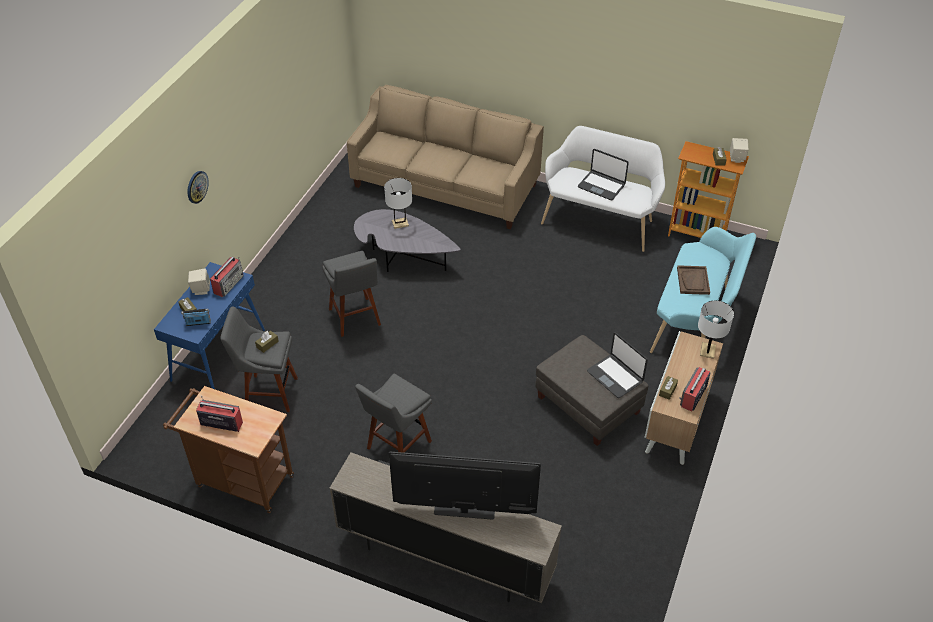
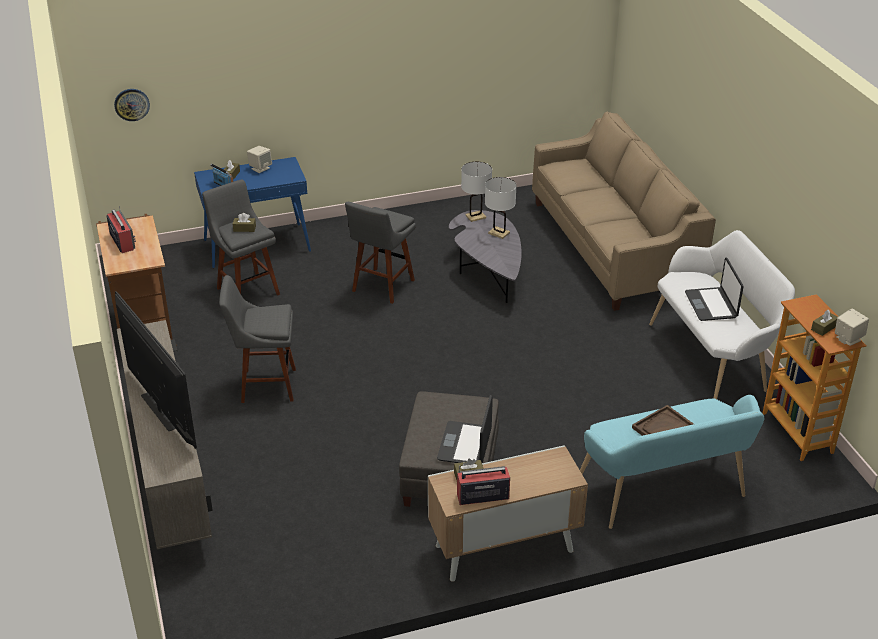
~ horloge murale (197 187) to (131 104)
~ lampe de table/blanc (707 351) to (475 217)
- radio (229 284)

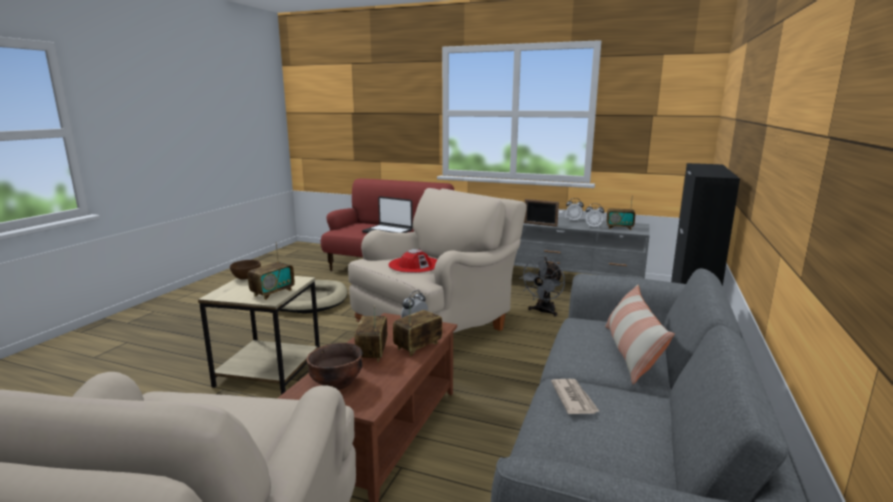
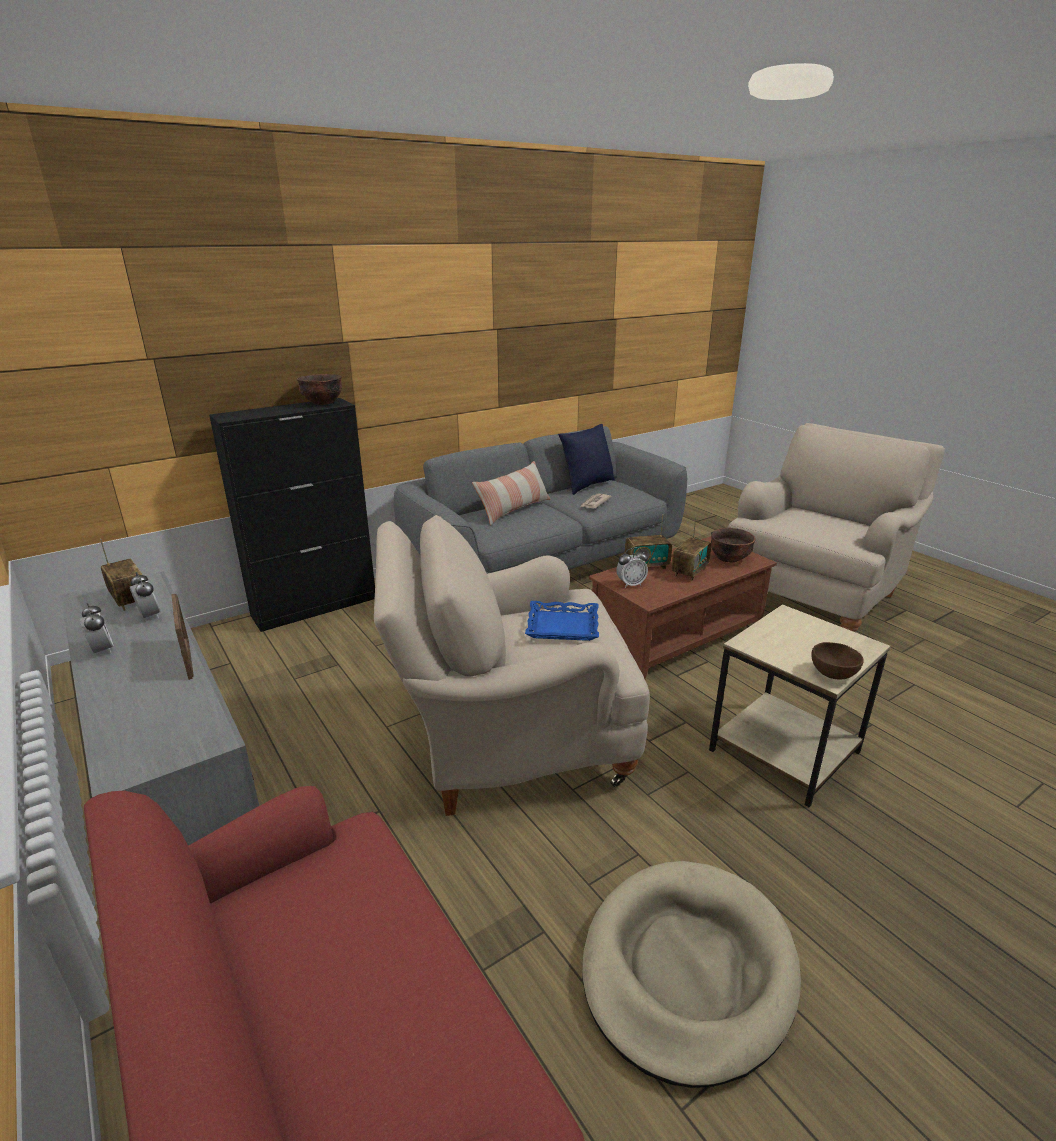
+ bol/marron (322 403)
~ chapeau/rouge (415 265) to plateau/bleu (562 626)
+ coussin/bleu (586 485)
- radio (273 293)
- ordinateur portable (387 231)
- ventilateur/gris (543 312)

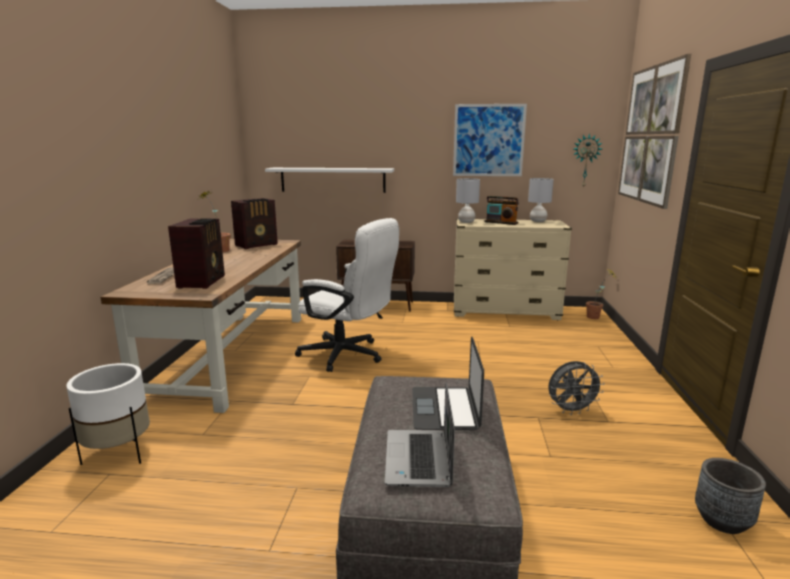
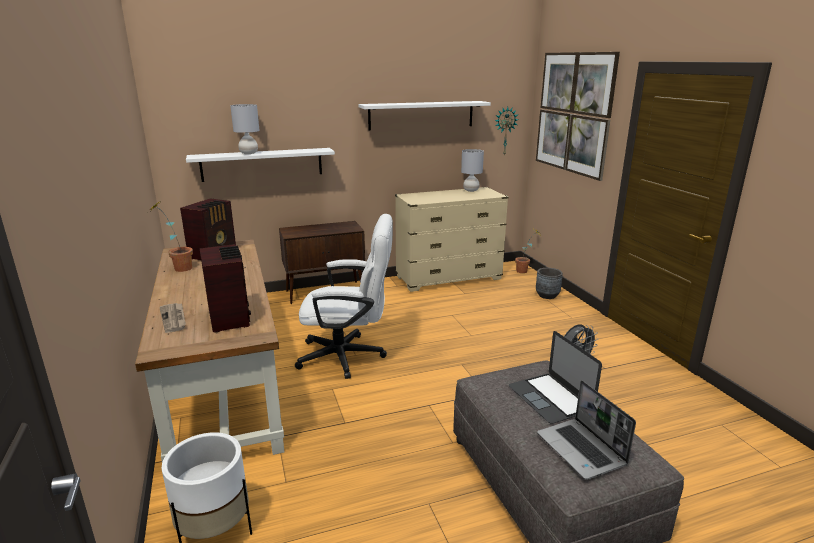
~ lampe de table/gris (466 222) to (249 153)
~ tableau (488 140) to étagère/blanc (421 115)
~ cache-pot/gris (722 521) to (547 295)
- radio (501 222)

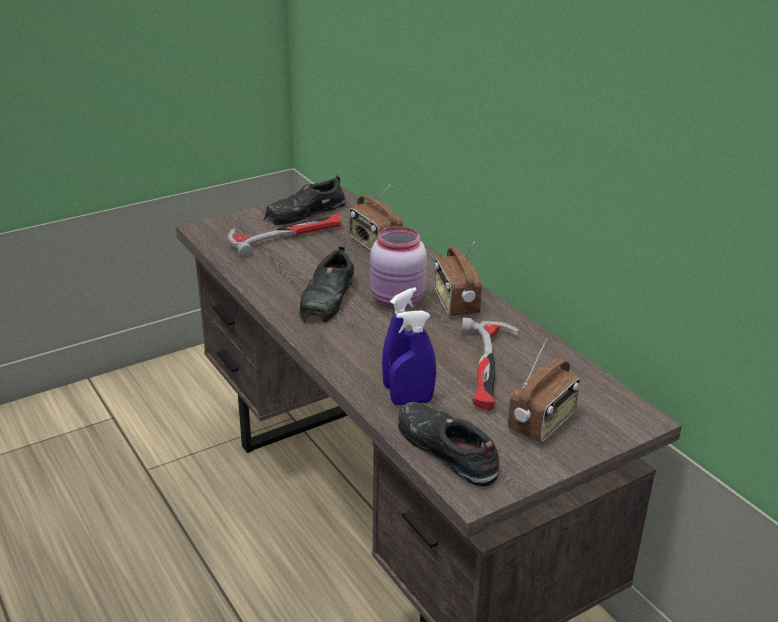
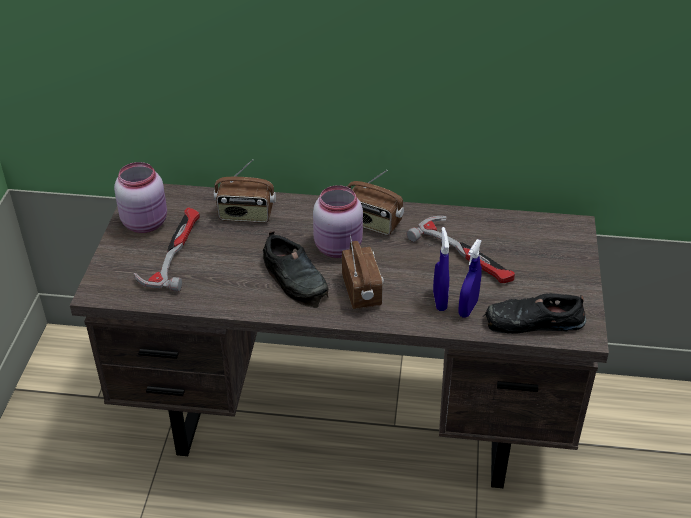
~ chaussure/noir (304 212) to bocal/rose (146 223)
~ radio (542 423) to (362 292)

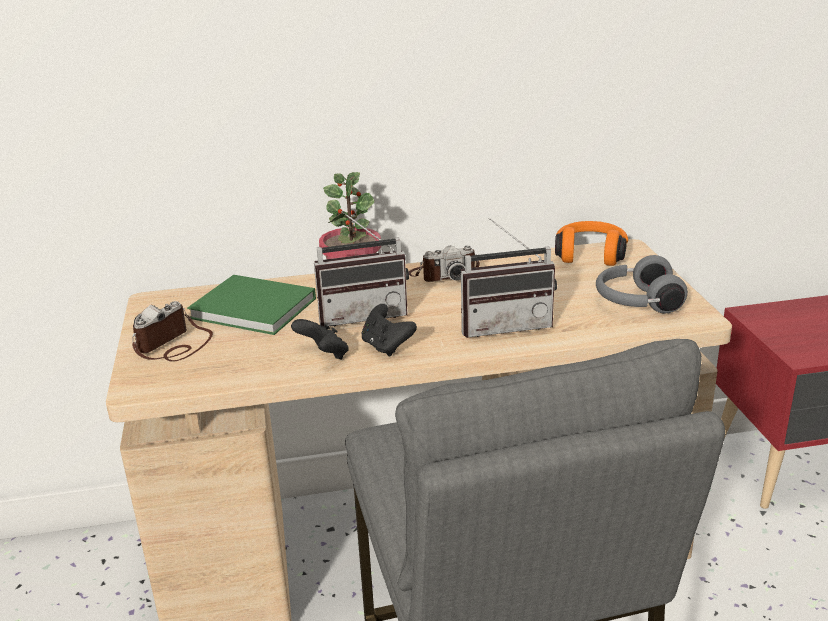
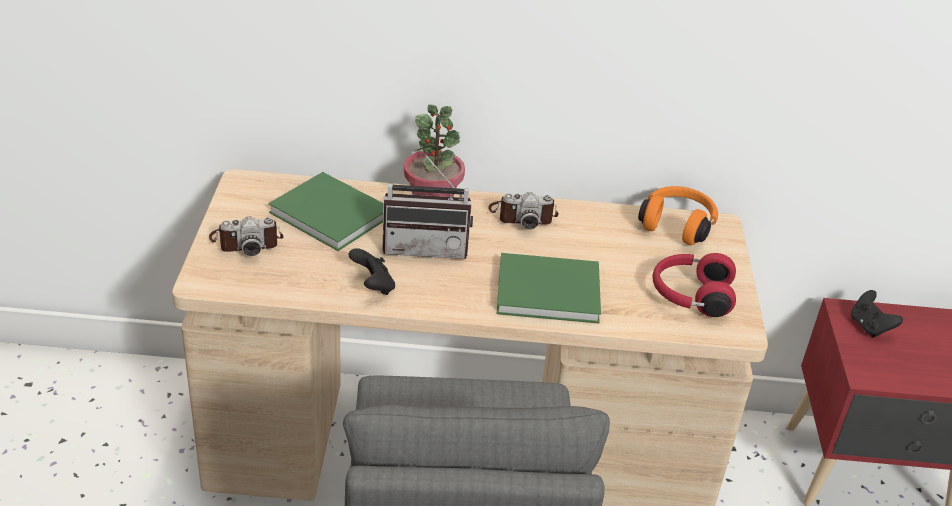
~ appareil photo (173 345) = (246 241) 150 degrees counterclockwise
~ radio (505 325) to livre/vert (551 292)
~ casque audio/gris (636 302) to casque audio/rouge (690 296)
~ manette/noir (386 347) to (869 326)

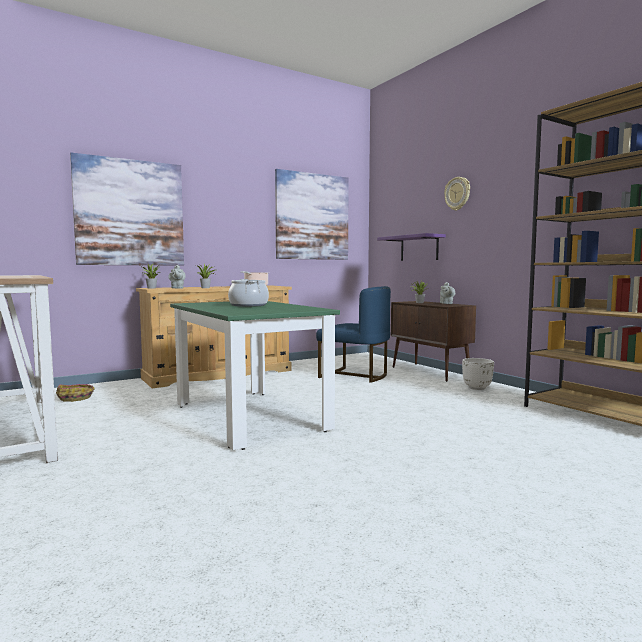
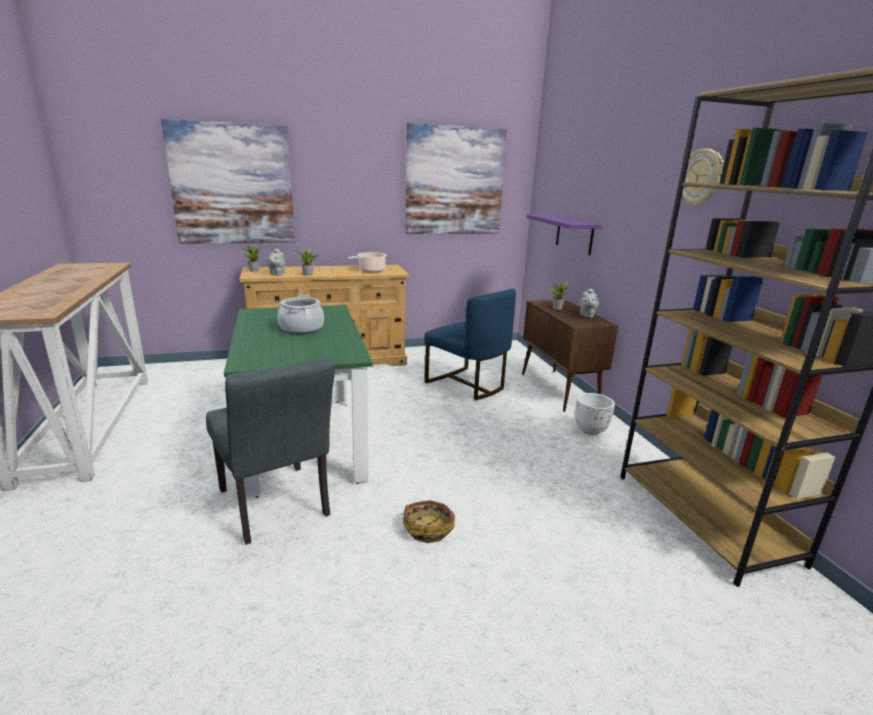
+ chaise/gris (277 508)
~ panier (76 397) to (429 528)
~ horloge murale (457 193) to (701 177)

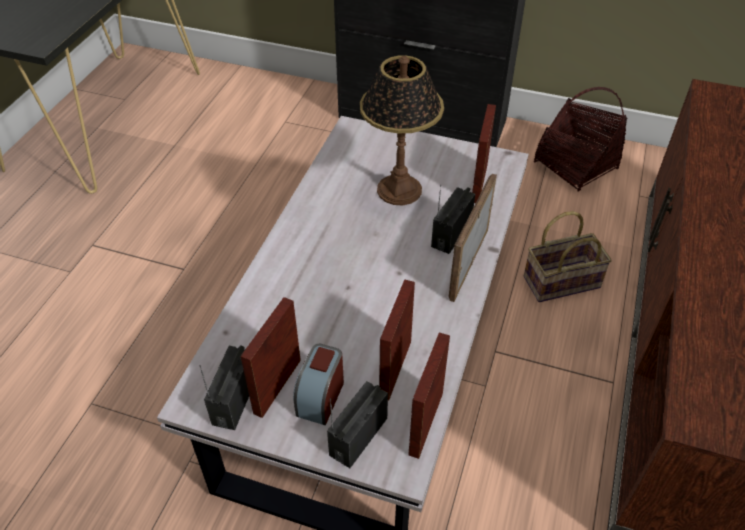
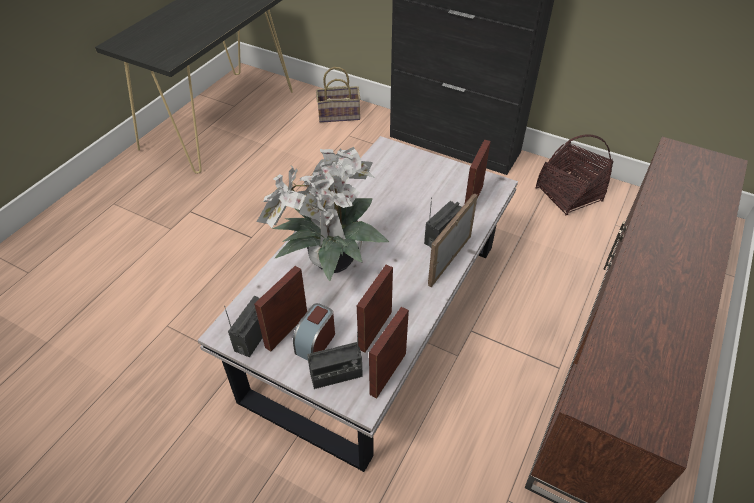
+ plante en pot (329 263)
~ radio (358 436) = (336 375) 150 degrees counterclockwise
~ panier (562 280) to (340 114)
- lampe de table (398 190)

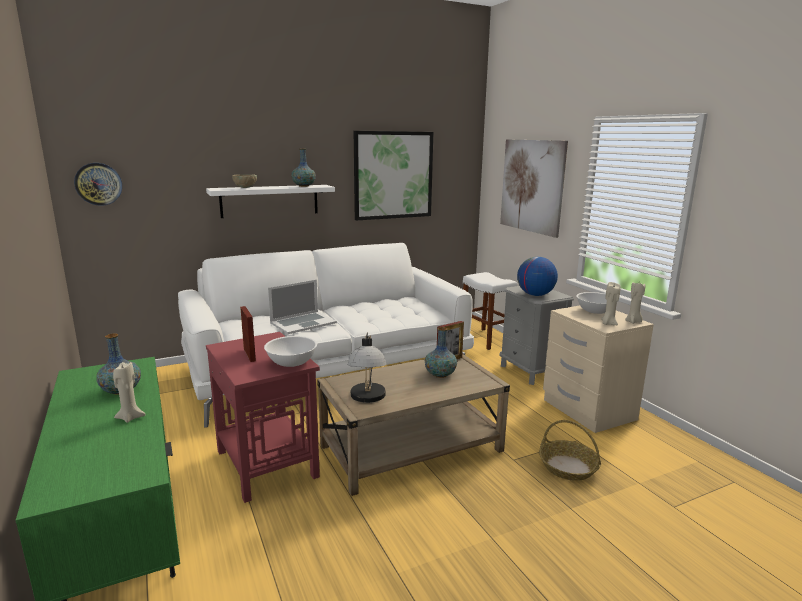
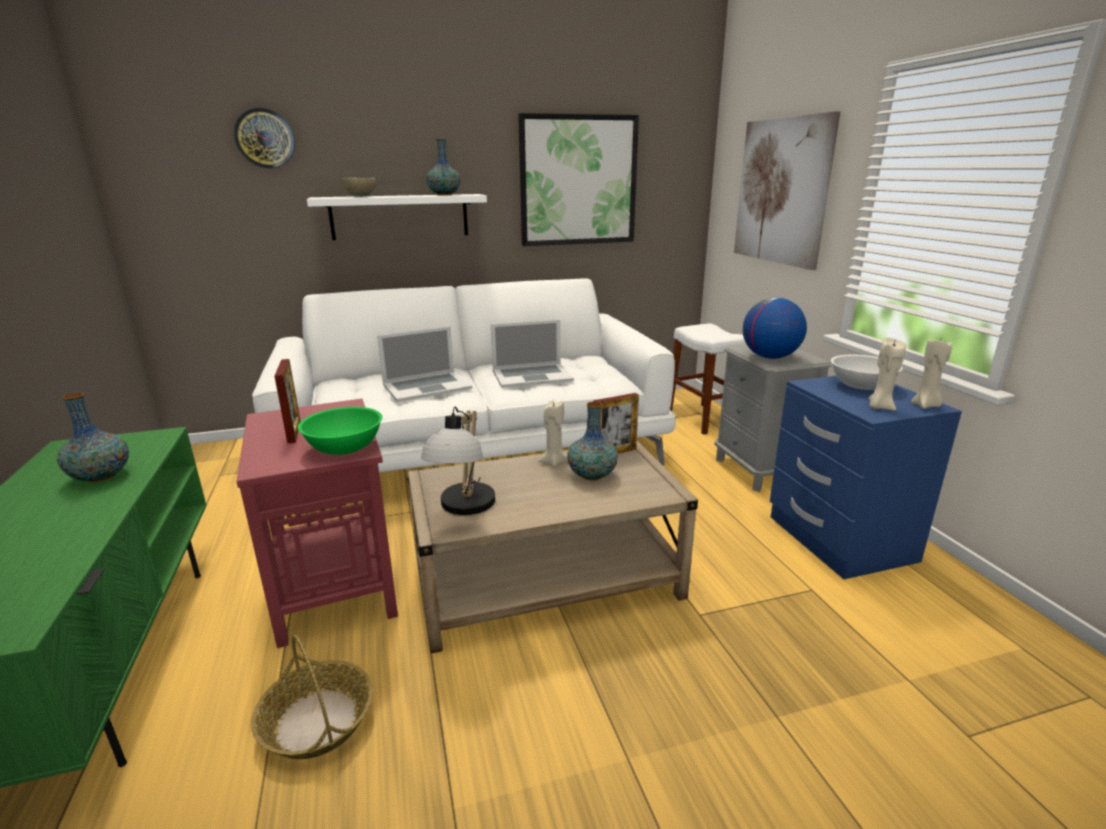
~ horloge murale (98 184) to (265 138)
~ panier (568 467) to (318 721)
~ bol/blanc (291 362) to bol/vert (344 447)
+ ordinateur portable (532 375)
~ bougie/beige (130 417) to (554 462)
~ table de chevet/beige (587 410) to table de chevet/bleu (838 539)

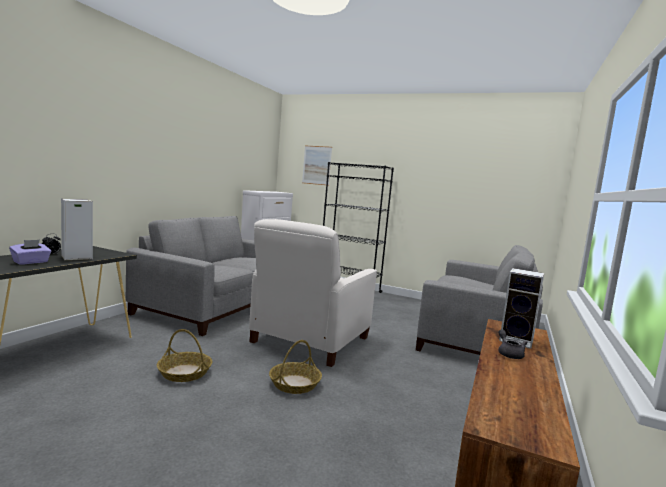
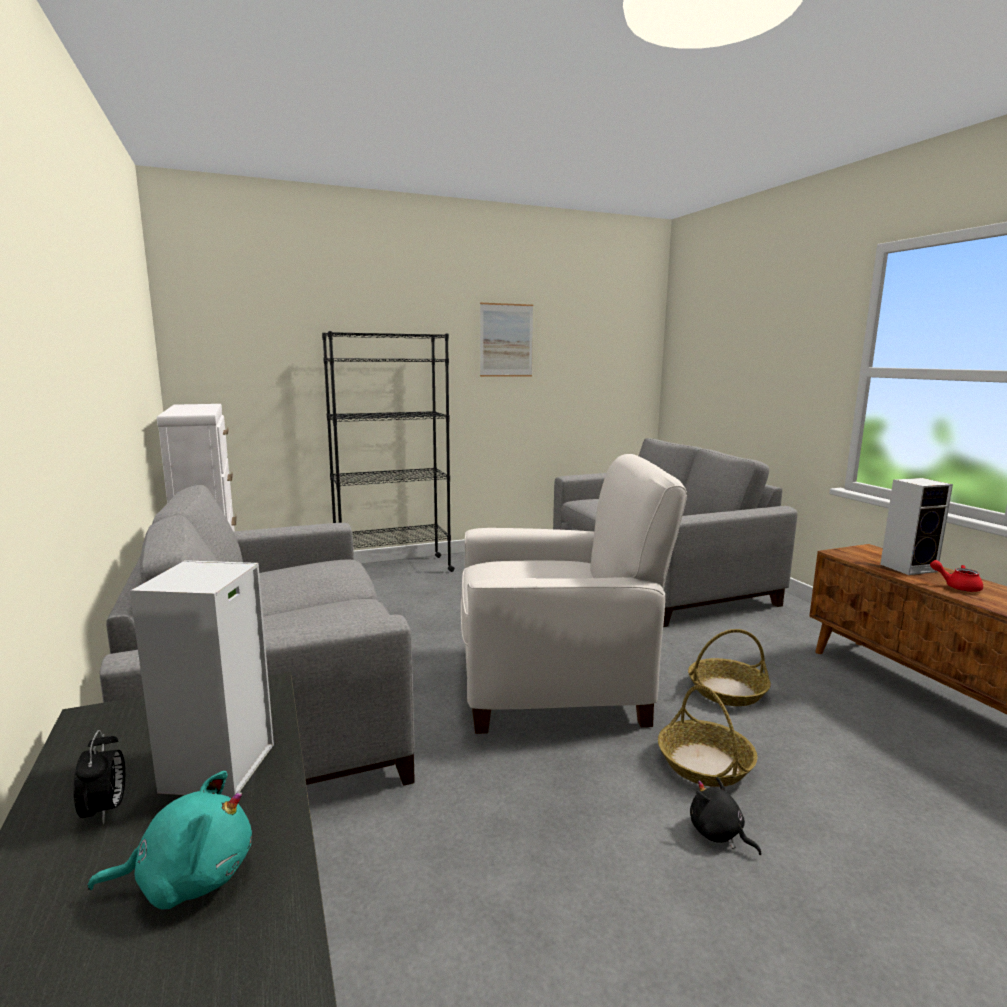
~ boîte à mouchoirs/violet (31 262) to peluche/turquoise (189 878)
~ fauteuil/blanc (310 340) = (554 683) 75 degrees counterclockwise
~ tableau (316 165) to (506 340)
~ panier (185 373) to (727 691)
+ peluche/noir (718 834)
~ théière/gris (509 353) to théière/rouge (957 587)

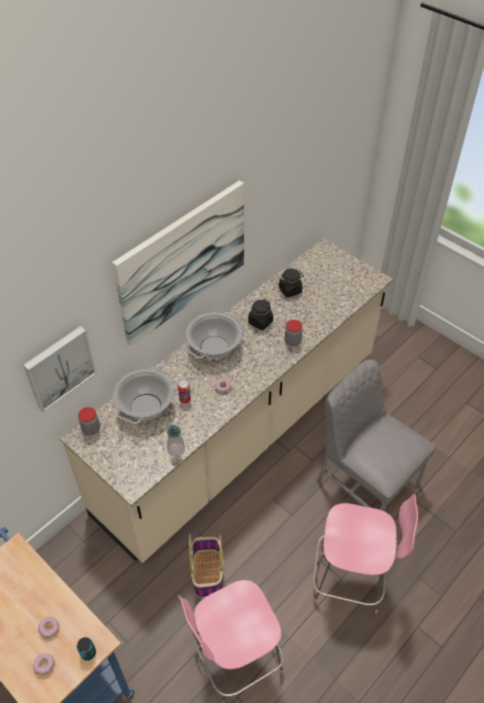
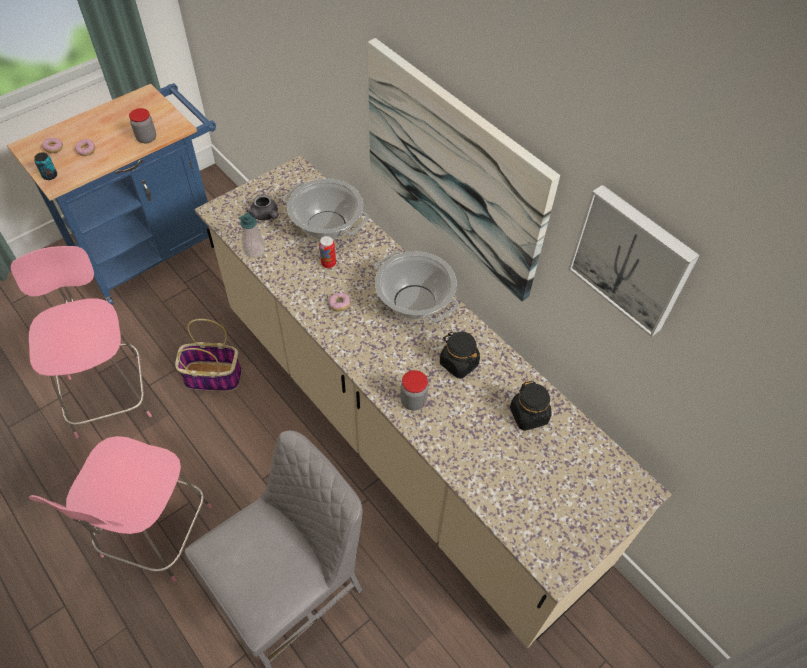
~ bocal (91 429) to (146 138)
+ théière/gris (266 215)
~ tableau (59 367) to (632 259)

